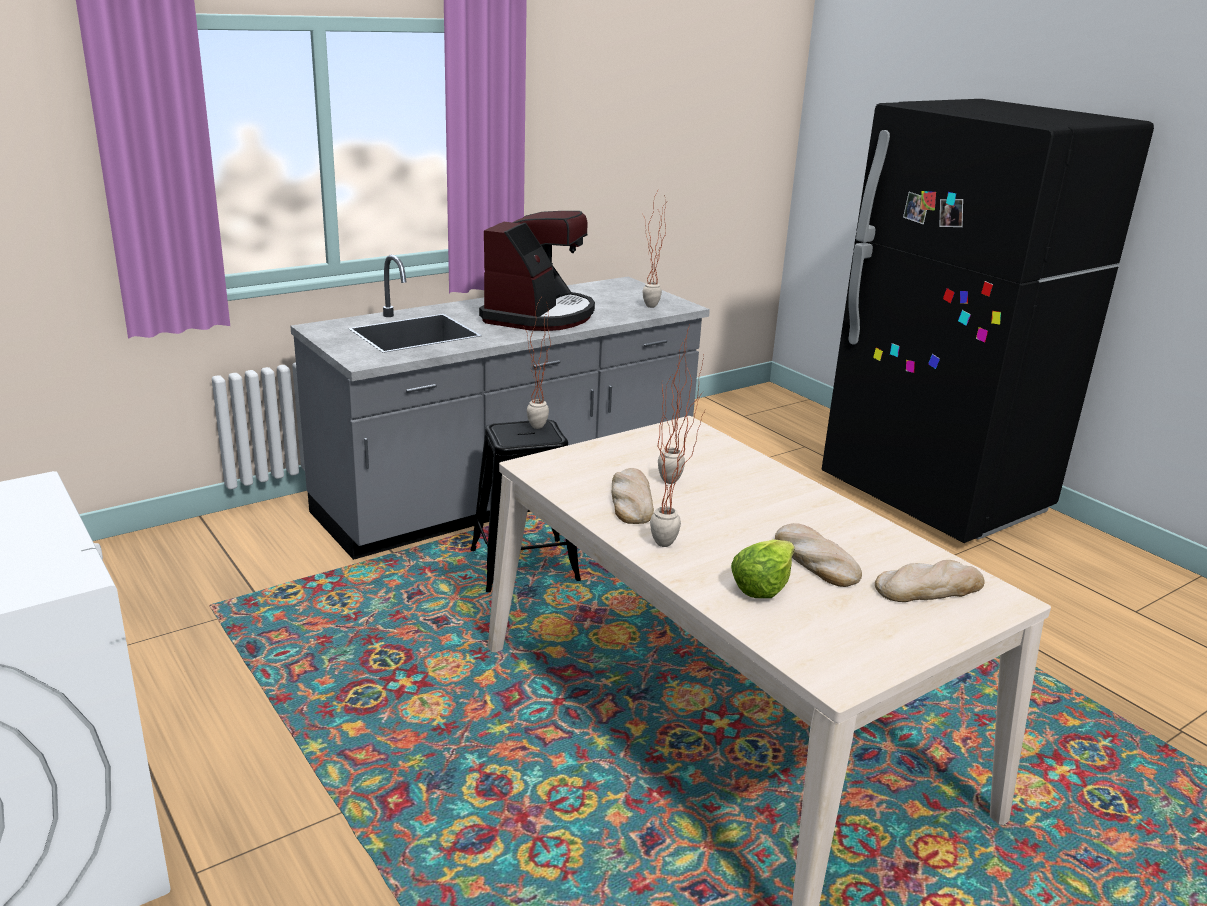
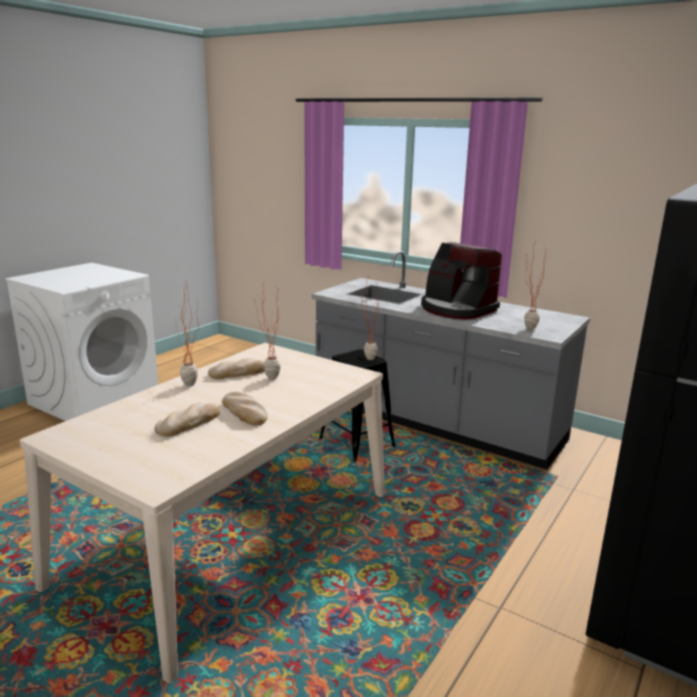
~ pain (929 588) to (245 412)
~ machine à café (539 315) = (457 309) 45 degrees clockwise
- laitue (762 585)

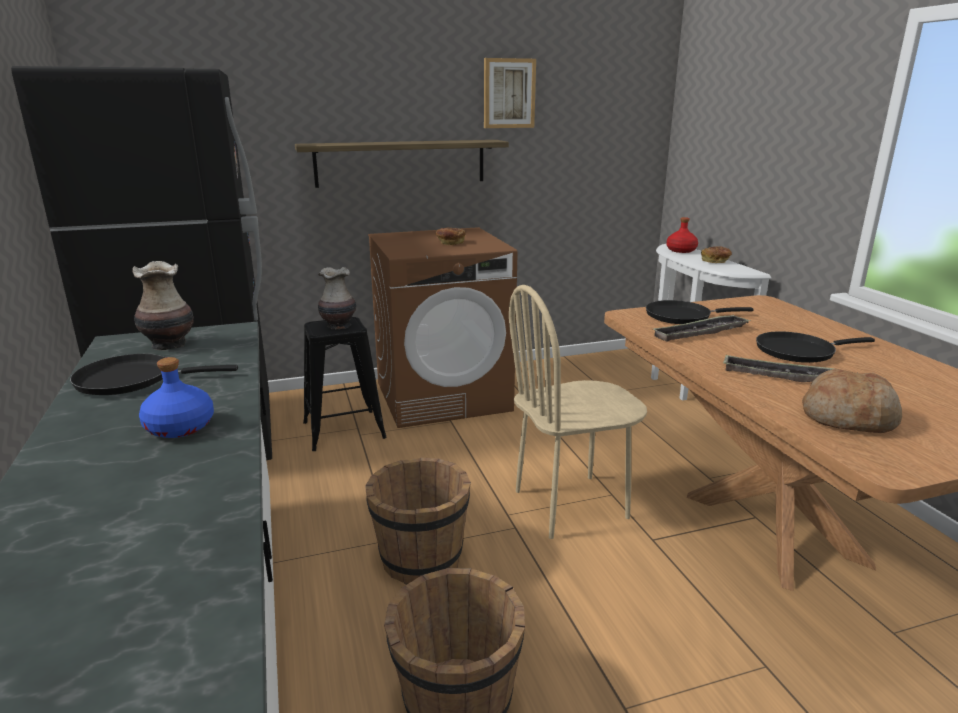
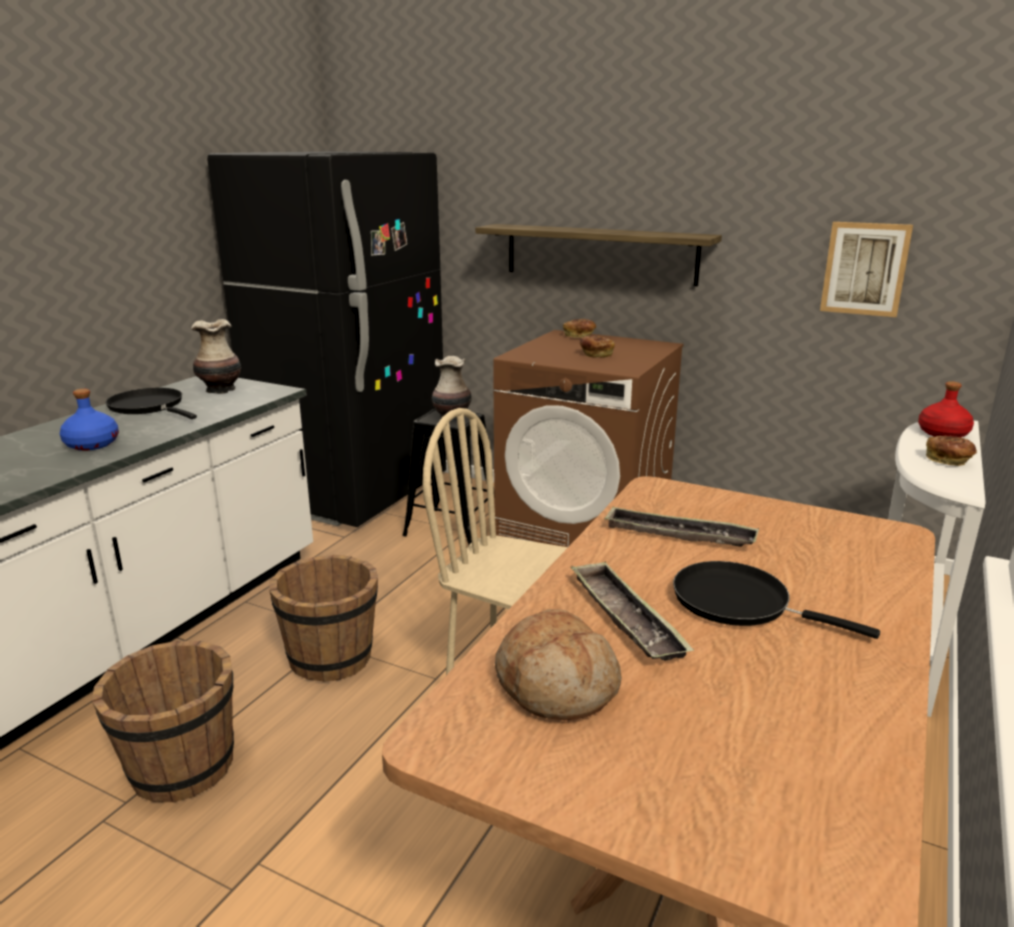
+ pain (579 336)
~ tableau (508 93) to (865 268)
- poêle/noir (682 316)

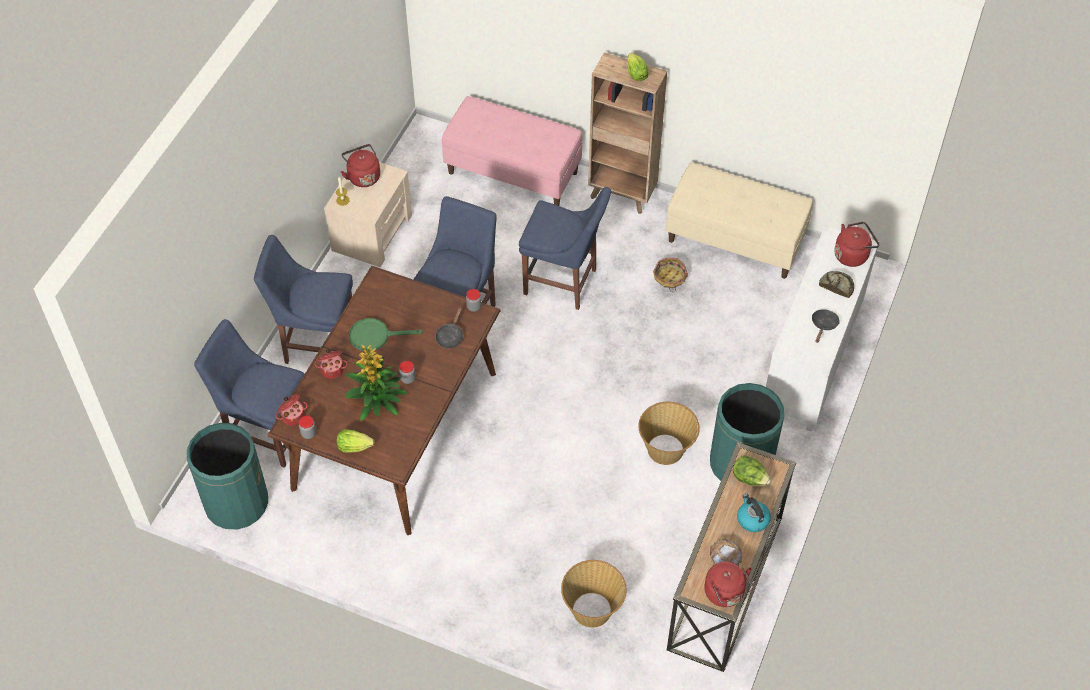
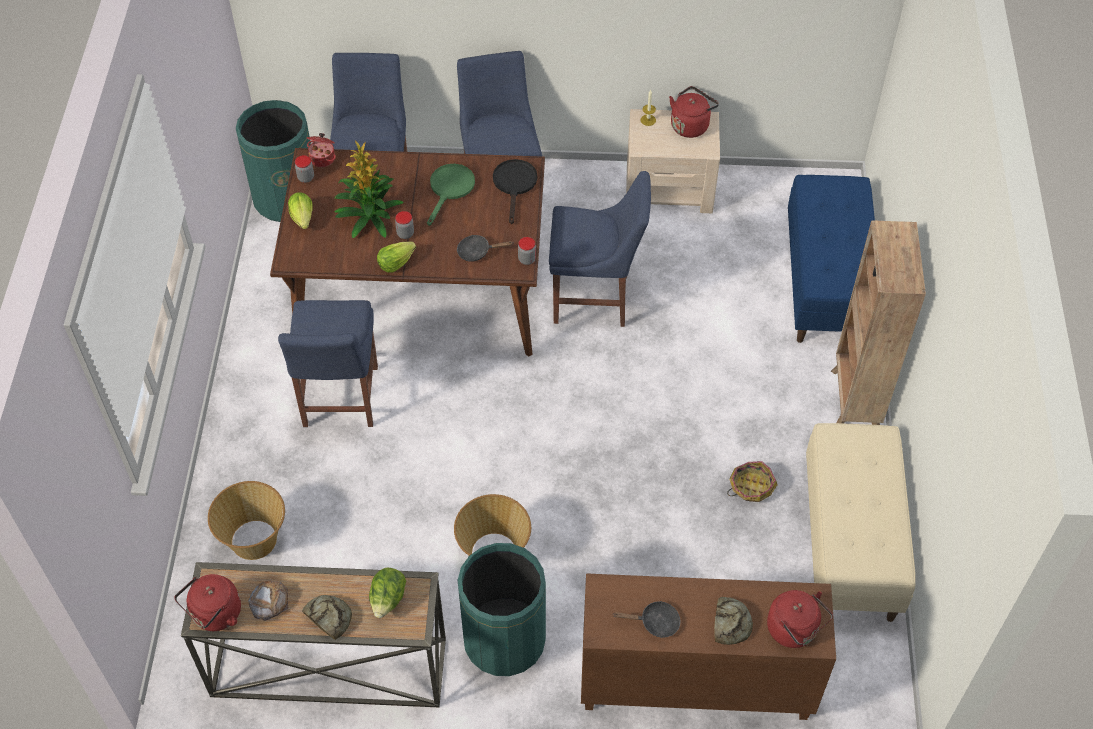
~ chaise/bleu (563 283) to (339 400)
~ bouilloire (752 519) to pain (328 617)
~ laitue (636 74) to (395 263)
~ poêle/vert (375 336) = (450 189) 45 degrees clockwise
+ poêle/noir (515 185)
~ meuble de rangement/blanc (812 363) to meuble de rangement/marron (694 684)
~ banc/rose (513 172) to banc/bleu (826 283)
- marmite (332 369)

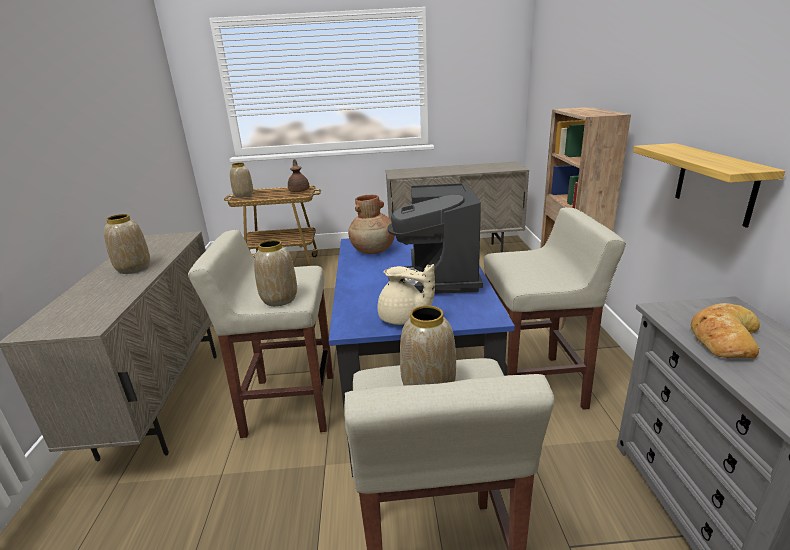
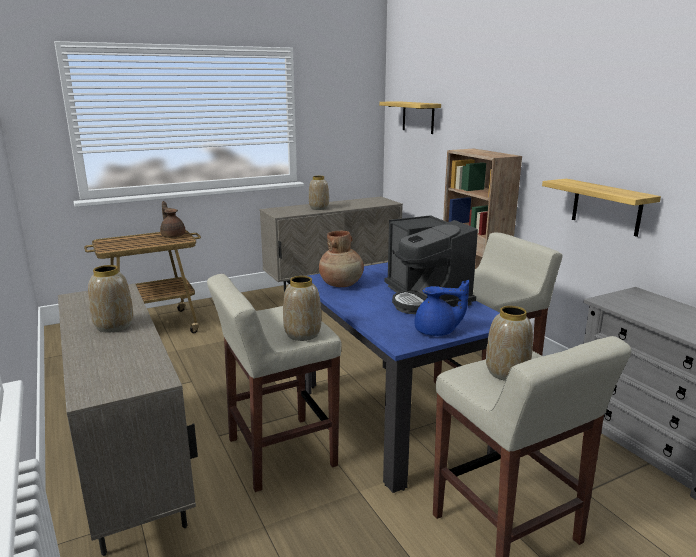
~ vase (243 195) to (318 208)
+ étagère (418 117)
~ théière/beige (404 319) to théière/bleu (437 332)
- pain (723 337)

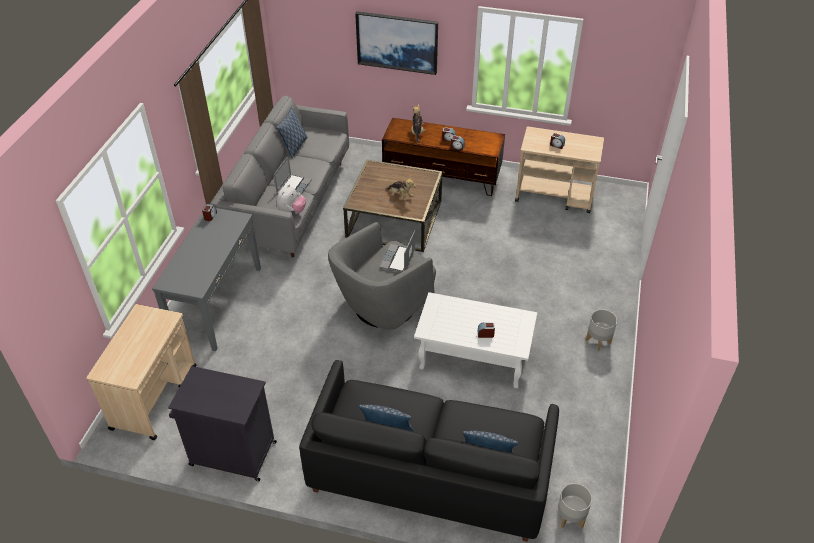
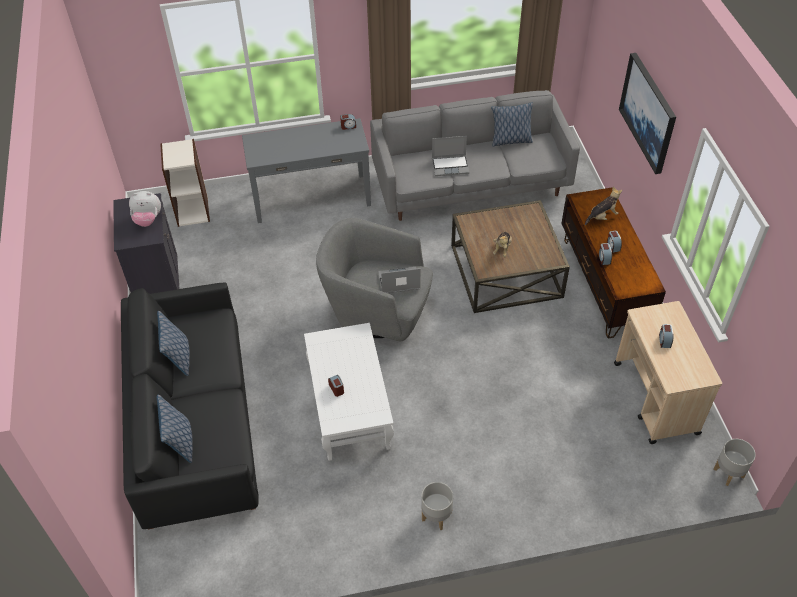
~ peluche (291 211) to (148 220)
~ chariot/beige (154 396) to bibliothèque (192 211)
~ cache-pot/gris (570 518) to (728 472)

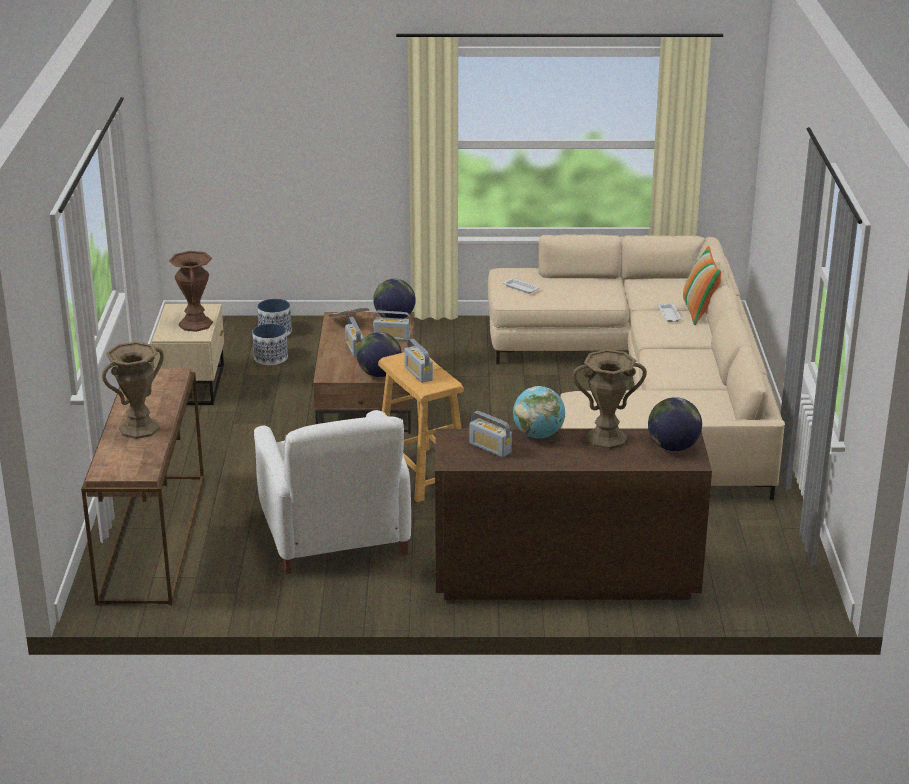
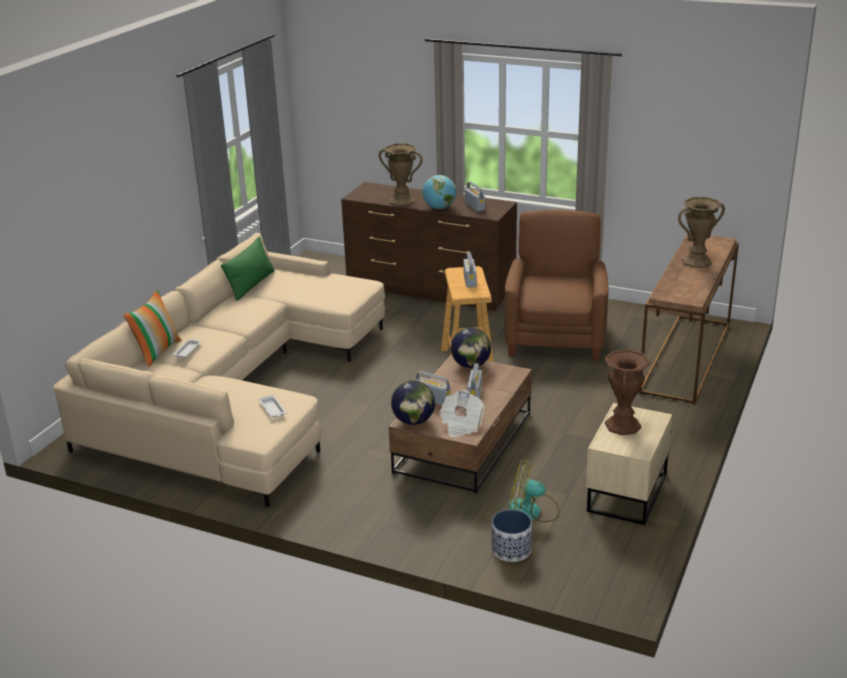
+ coussin/vert (251 285)
~ fauteuil/blanc (334 534) to fauteuil/marron (555 337)
~ cache-pot (270 358) to ventilateur (532 511)
- globe (673 447)

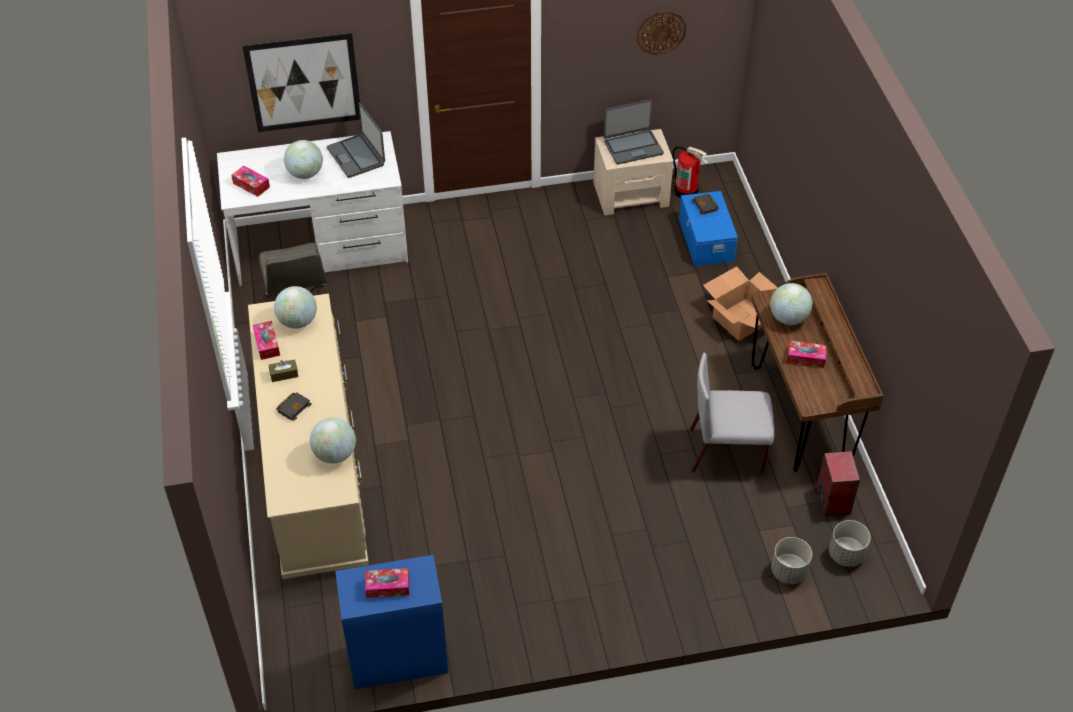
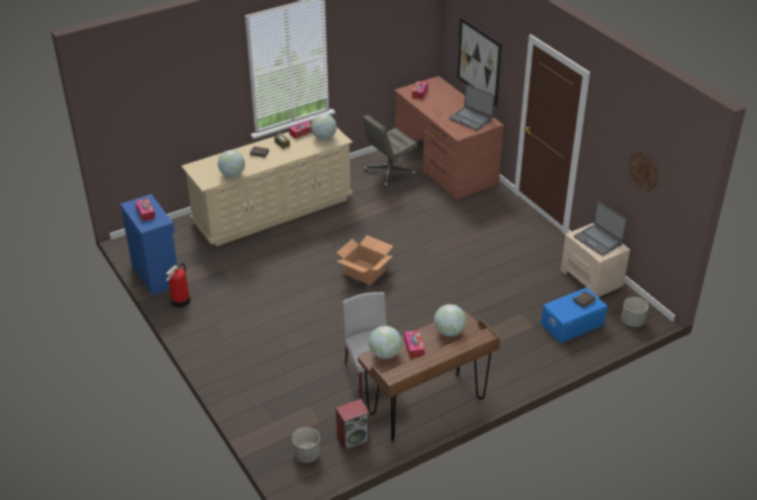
~ extincteur (686 191) to (181 301)
~ carton (741 319) to (365 271)
~ globe (305 174) to (385 354)
~ bureau/blanc (321 247) to bureau/marron (445 165)
~ ordinateur portable (356 156) = (471 119) 90 degrees counterclockwise
~ cache-pot/gris (789 571) to (632 322)

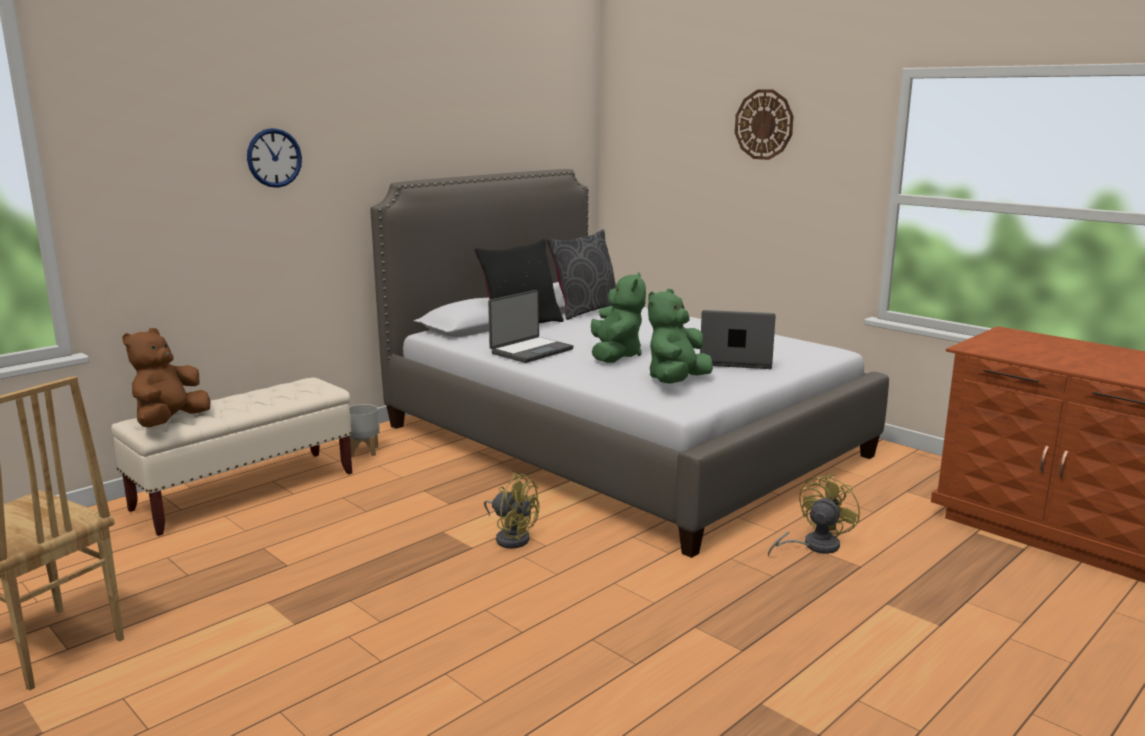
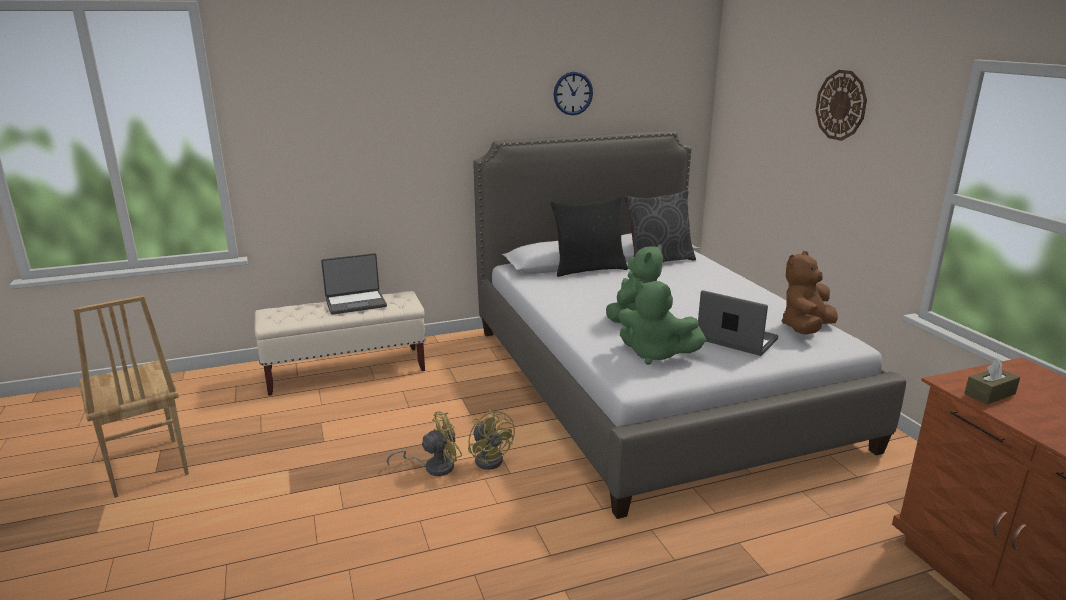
~ ordinateur portable (530 351) to (356 303)
~ ventilateur/jaune (813 546) to (433 466)
~ horloge murale (274 158) to (573 93)
~ peluche/vert (676 381) = (655 354) 120 degrees counterclockwise
~ peluche/marron (170 422) to (805 329)
+ boîte à mouchoirs/marron (989 394)
- cache-pot/gris (364 451)

